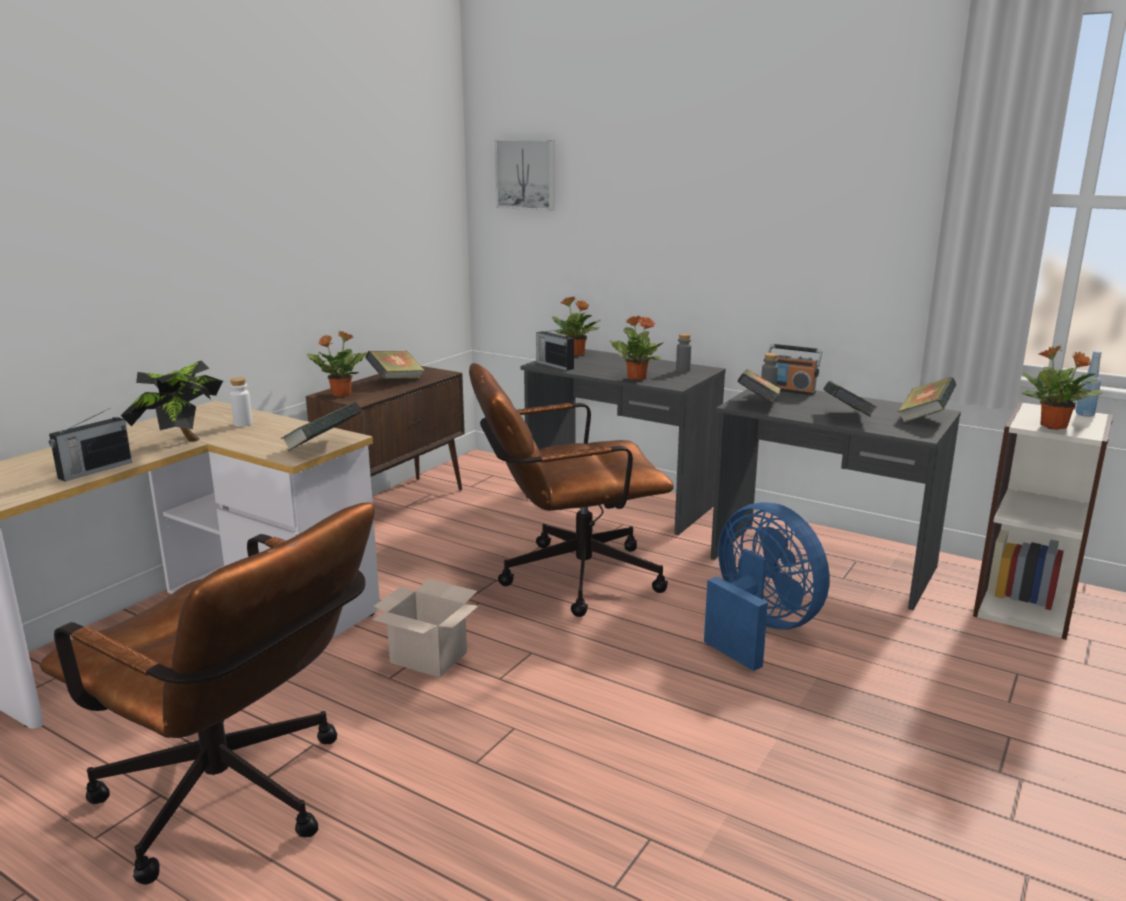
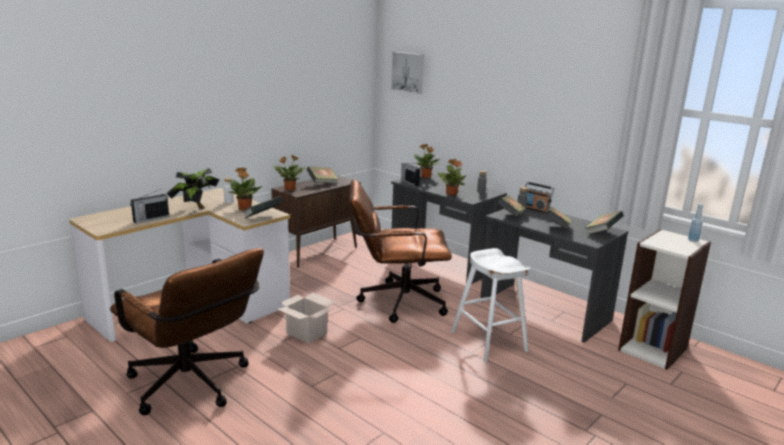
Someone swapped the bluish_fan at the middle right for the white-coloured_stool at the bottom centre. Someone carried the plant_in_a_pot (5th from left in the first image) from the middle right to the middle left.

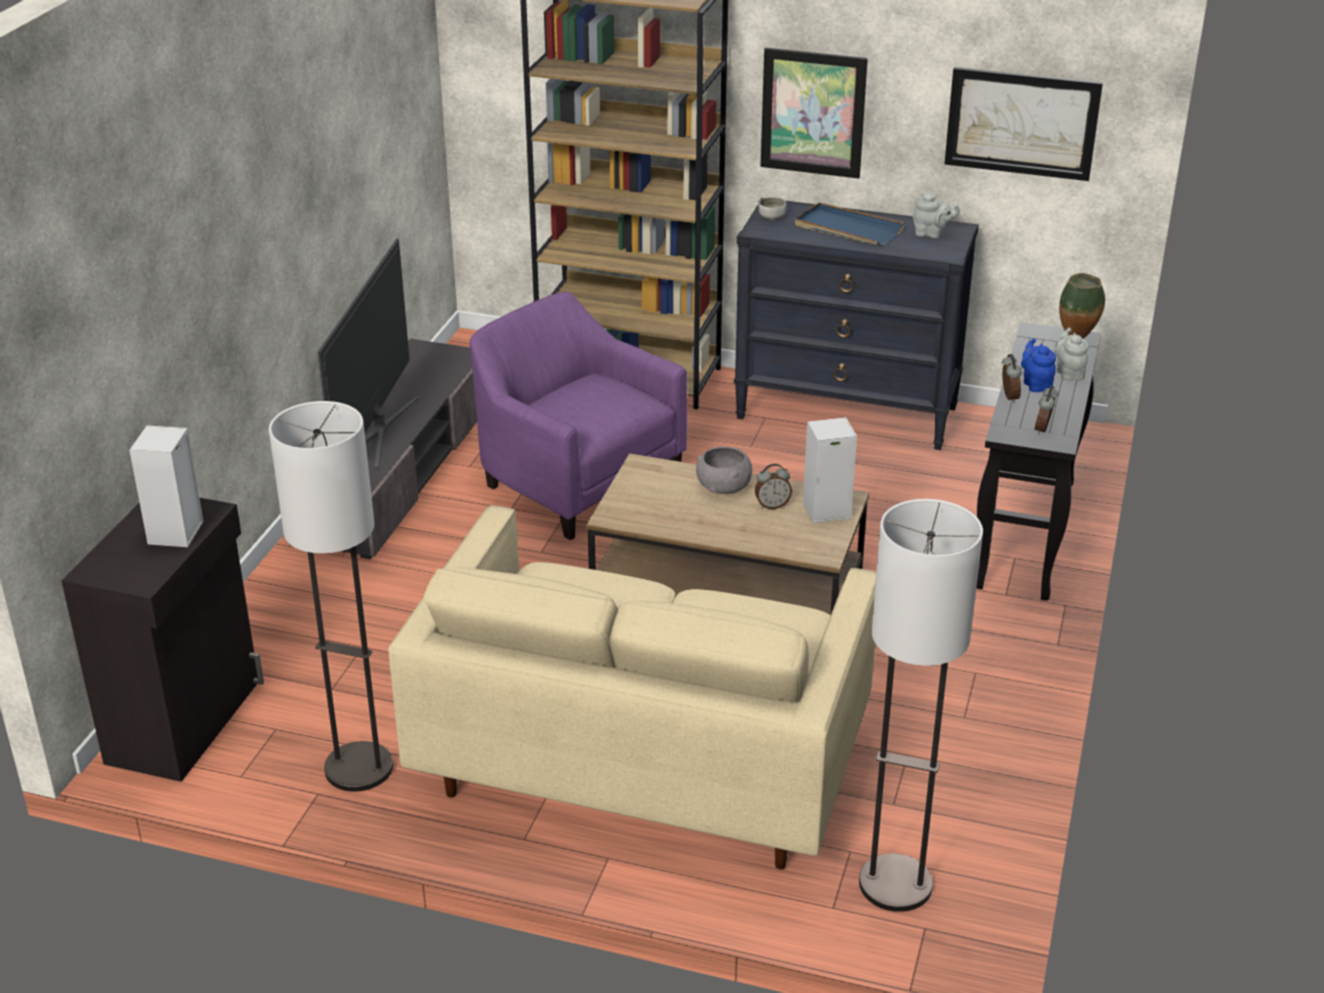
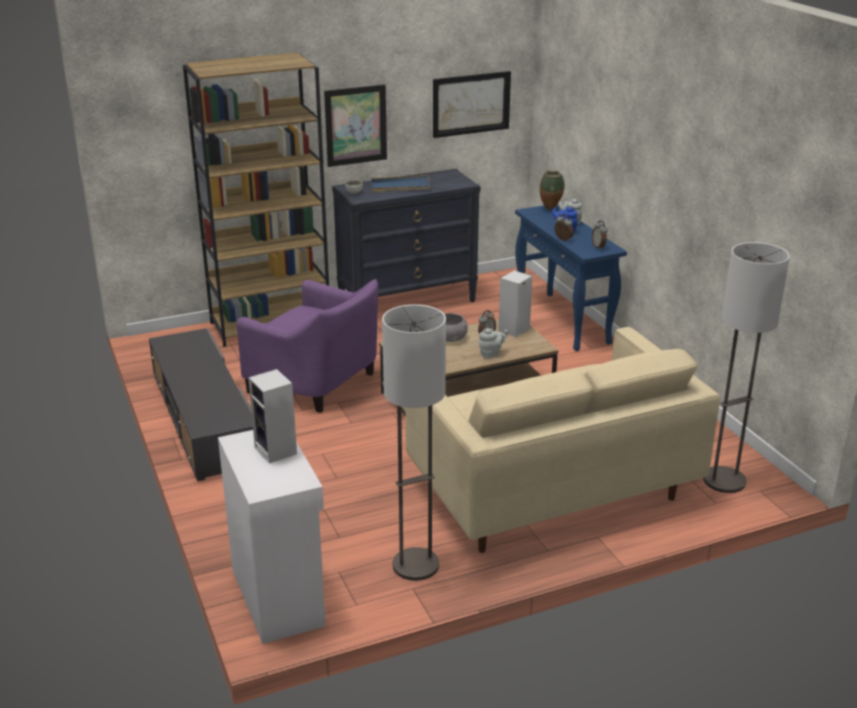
Someone repainted the blackish_cupboard at the middle left, which became the white-coloured_cupboard at the bottom left. Someone took away the television at the middle left. Someone rotated the purplish_easy_chair at the centre by 150 degrees counterclockwise. Someone carried the greyish_tea_pot (1st from left) from the top right to the centre. Someone repainted the blackish_hall_table at the middle right, which became the bluish_hall_table at the centre.

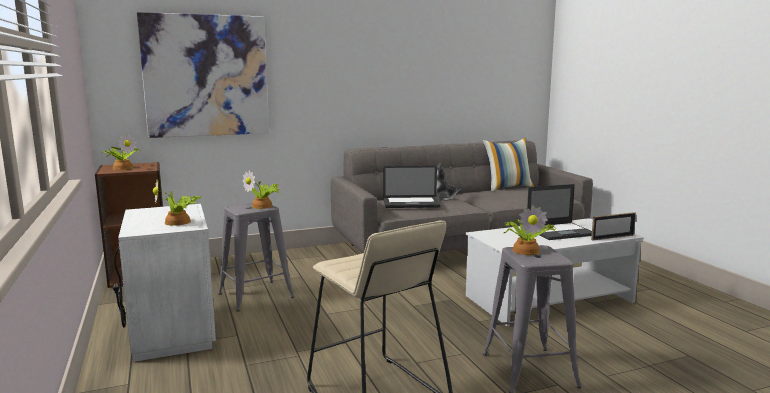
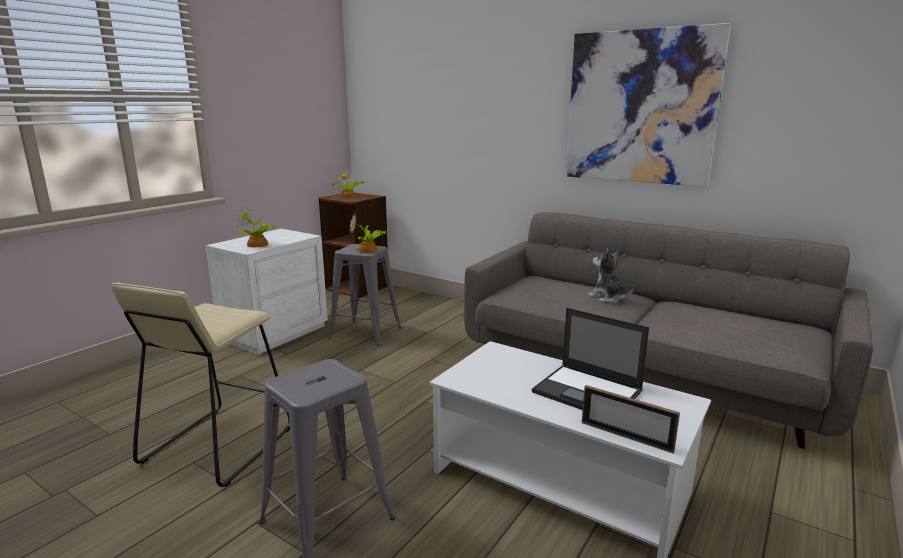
Someone carried the wall_picture from the top left to the top right. Someone took away the portable_computer (1st from left) at the centre. Someone took away the pillow at the centre. Someone took away the plant_in_a_pot (4th from left) at the middle right.

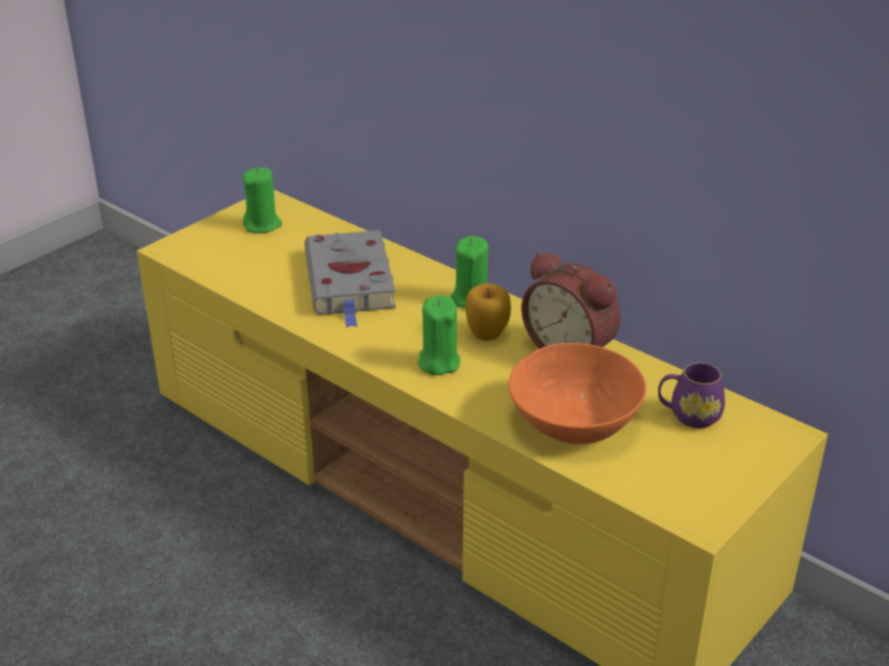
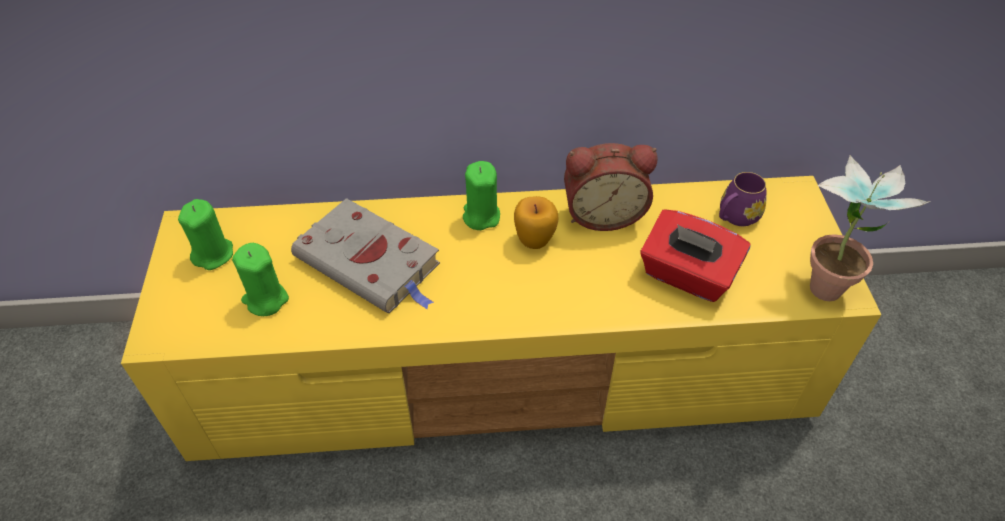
Someone carried the greenish_wax_light (2nd from left) from the centre to the middle left. Someone swapped the orangey_bowl at the centre for the reddish_tissue_holder at the middle right. Someone put down the plant_in_a_pot at the middle right.

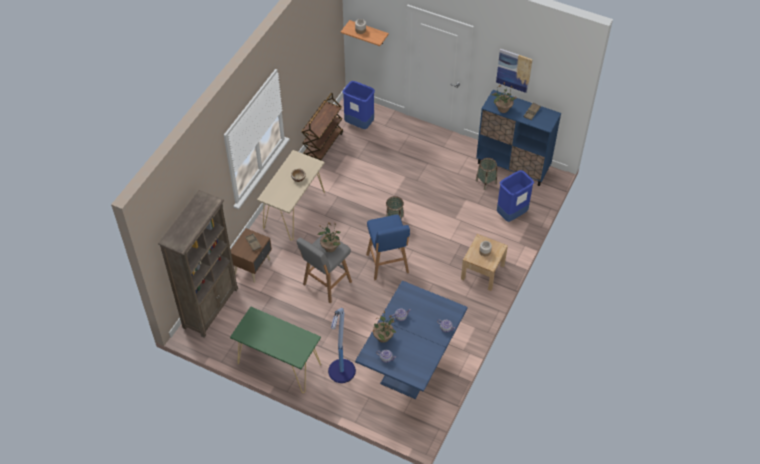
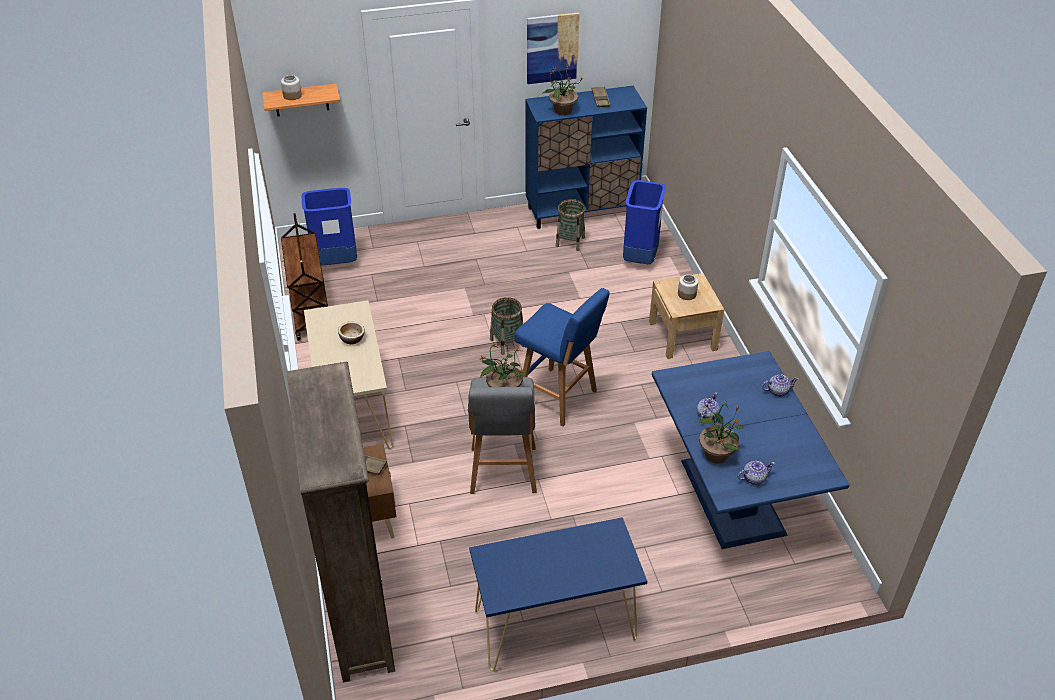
Someone repainted the greenish_hall_table at the bottom centre, which became the bluish_hall_table at the bottom centre. Someone took away the standing_lamp at the bottom centre.

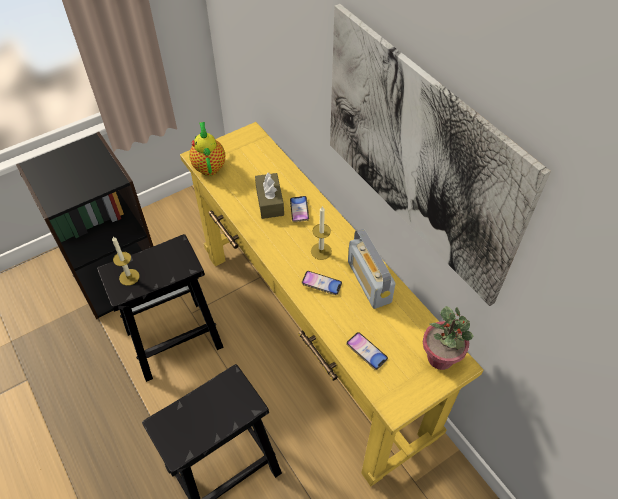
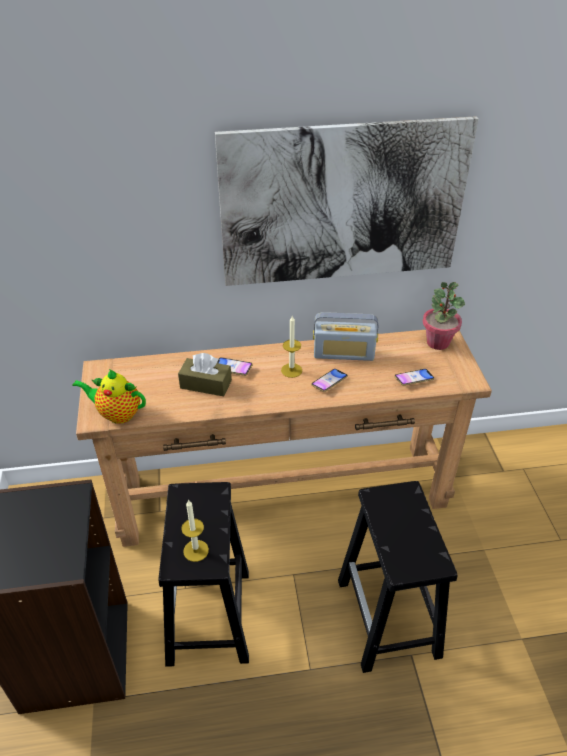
Someone repainted the yellowish_hall_table at the centre, which became the brownish_hall_table at the centre.

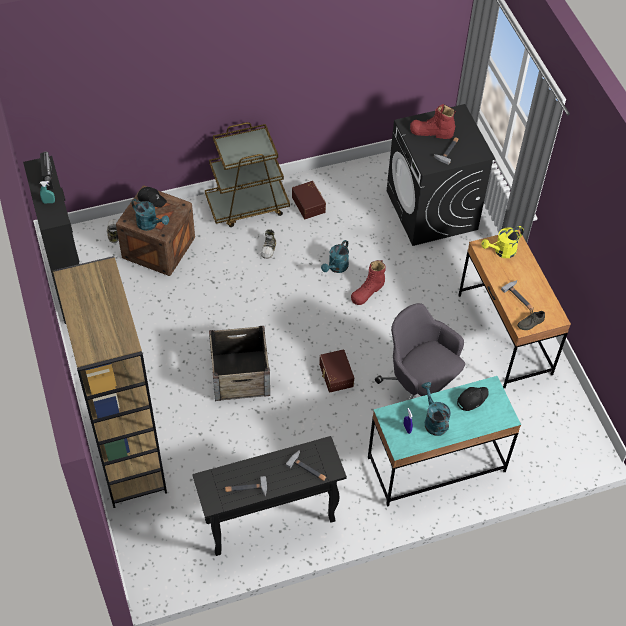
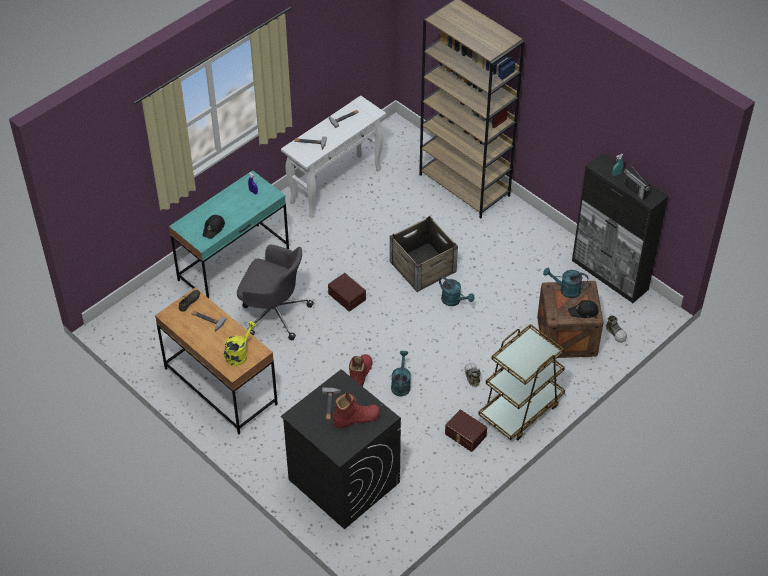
Someone repainted the blackish_hall_table at the bottom centre, which became the white-coloured_hall_table at the top centre. Someone carried the blue-green_watering_can (3rd from left in the first image) from the middle right to the centre.

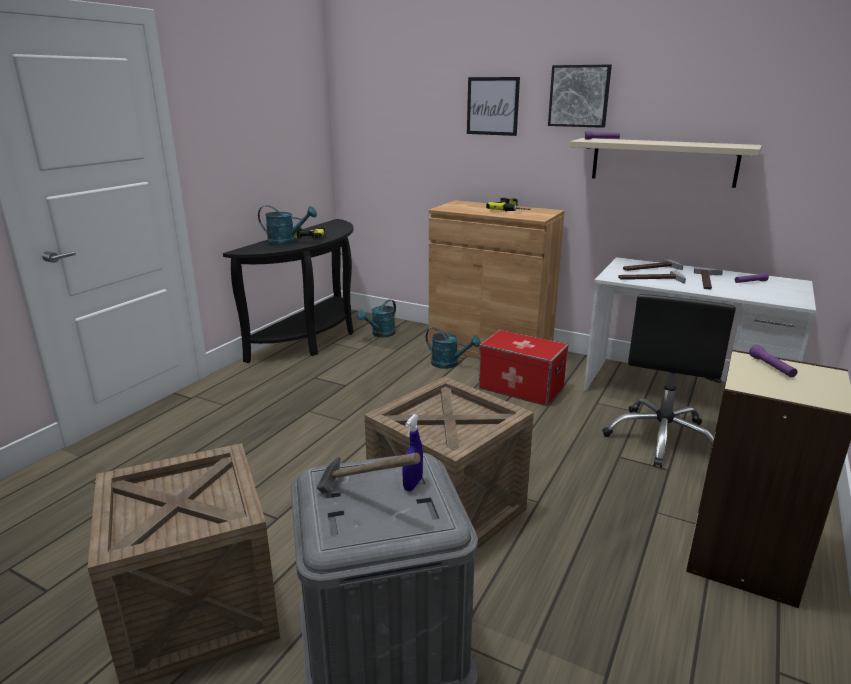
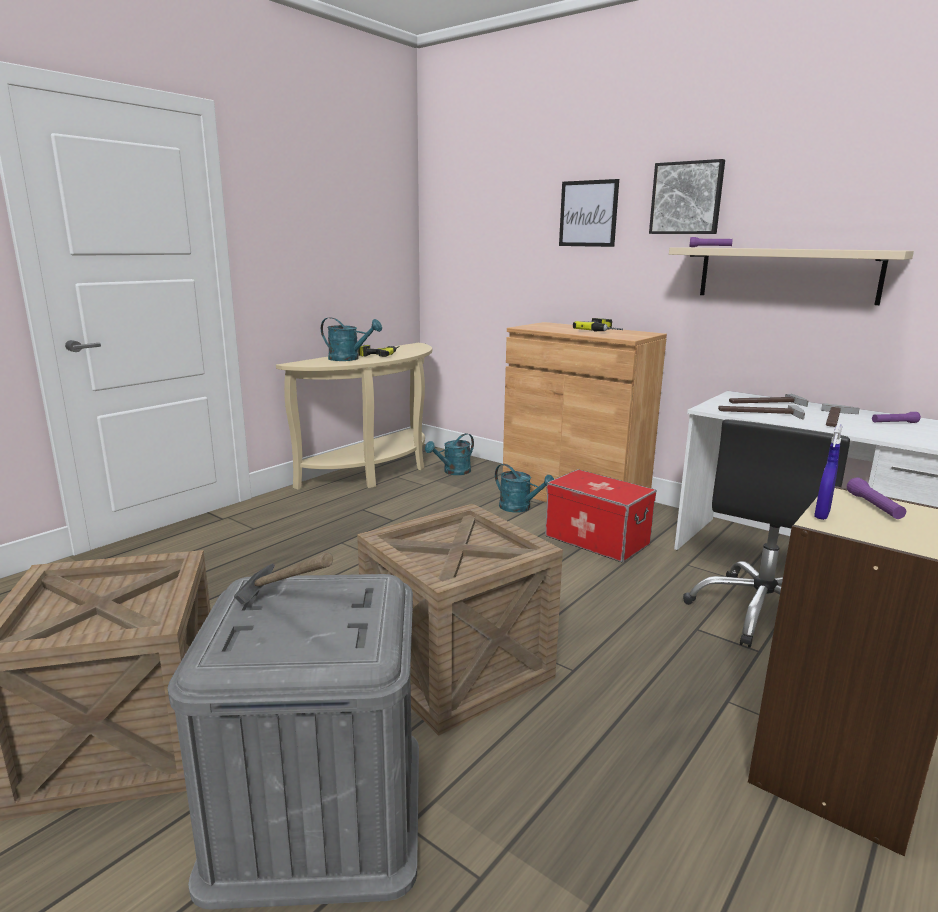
Someone repainted the blackish_hall_table at the centre, which became the beige_hall_table at the centre. Someone carried the bluish_spray_bottle from the centre to the middle right.

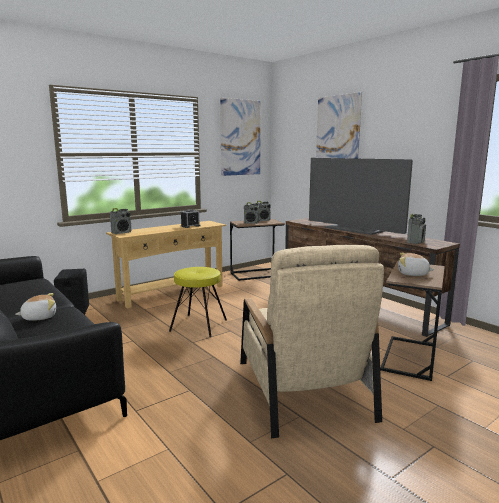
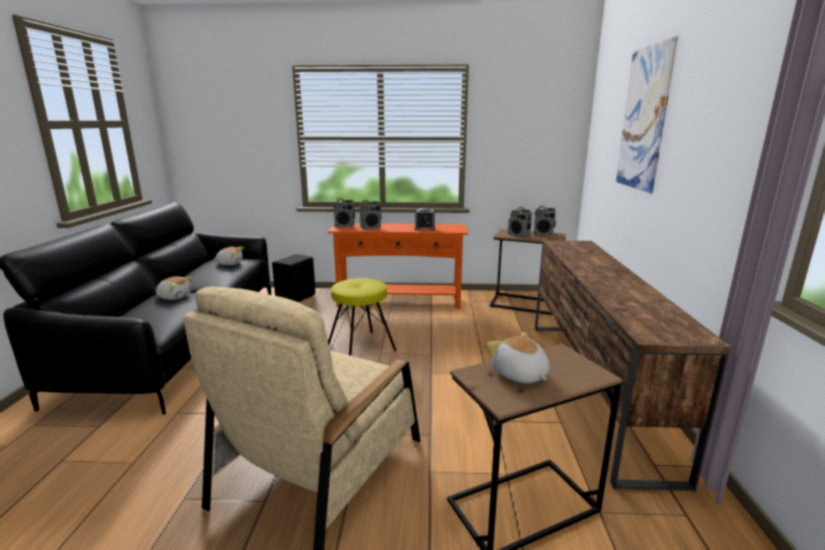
Someone repainted the beige_hall_table at the middle left, which became the orangey_hall_table at the centre. Someone took away the wall_picture (1st from left) at the top centre. Someone took away the television at the middle right. Someone carried the radio_set (4th from left in the first image) from the middle right to the centre. Someone put down the cuddly_toy (2nd from left) at the middle left.

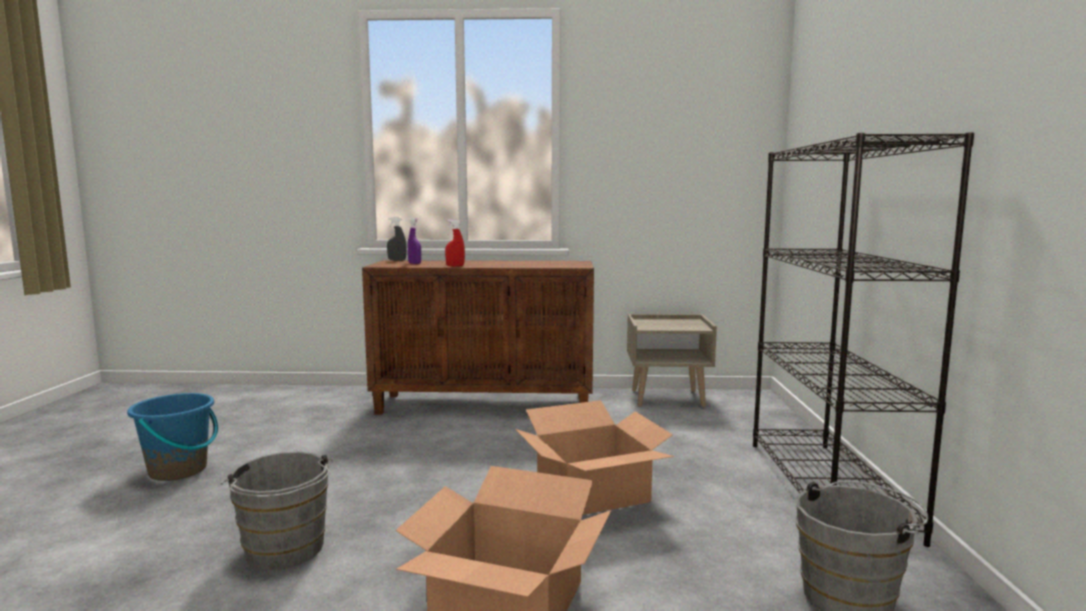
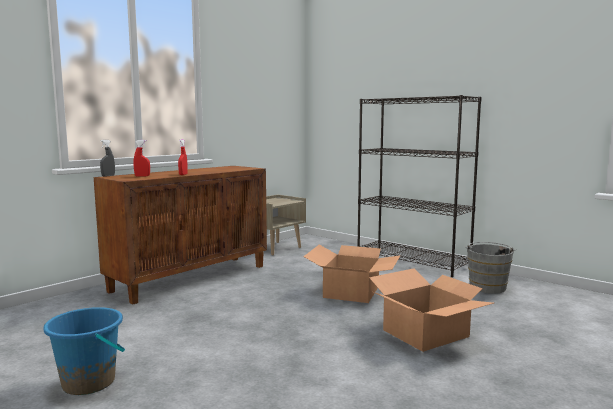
Someone took away the greyish_bucket (1st from left) at the bottom left. Someone repainted the purplish_spray_bottle at the centre, which became the reddish_spray_bottle (1st from left) at the middle left.

